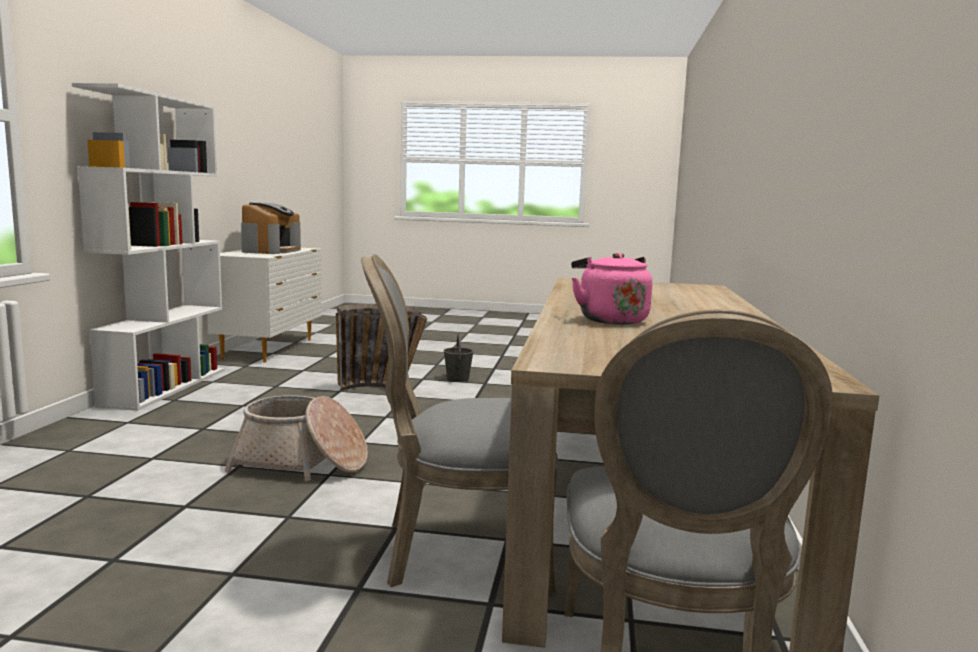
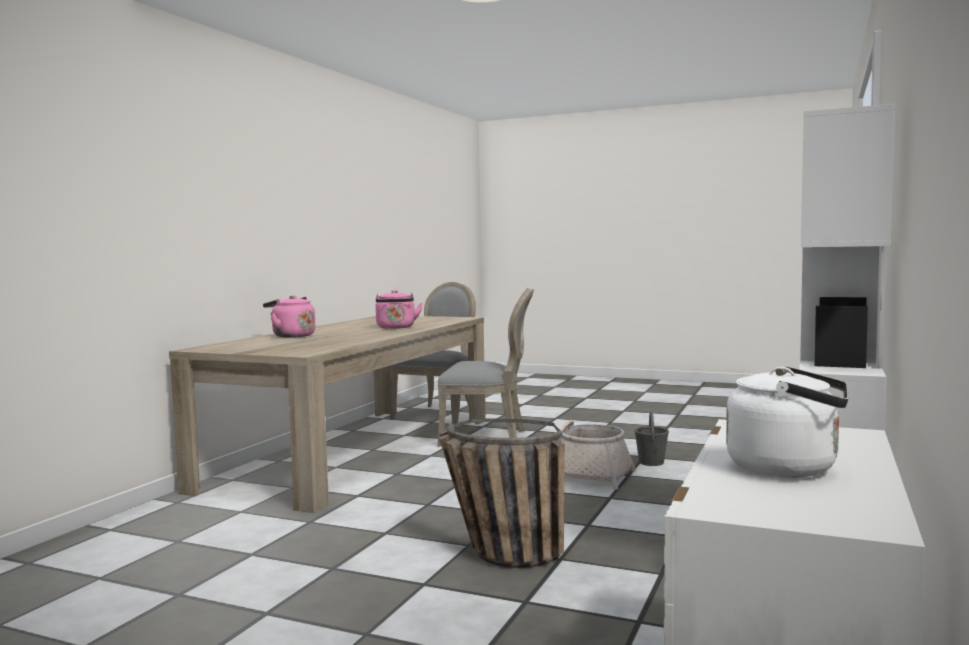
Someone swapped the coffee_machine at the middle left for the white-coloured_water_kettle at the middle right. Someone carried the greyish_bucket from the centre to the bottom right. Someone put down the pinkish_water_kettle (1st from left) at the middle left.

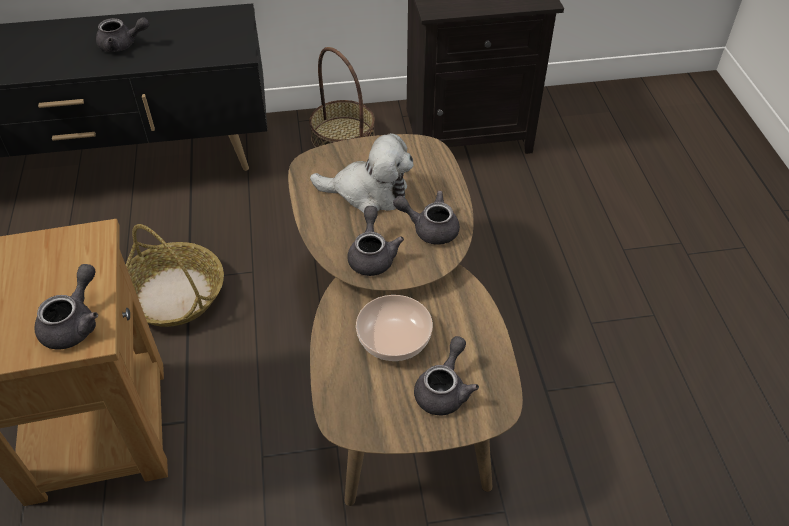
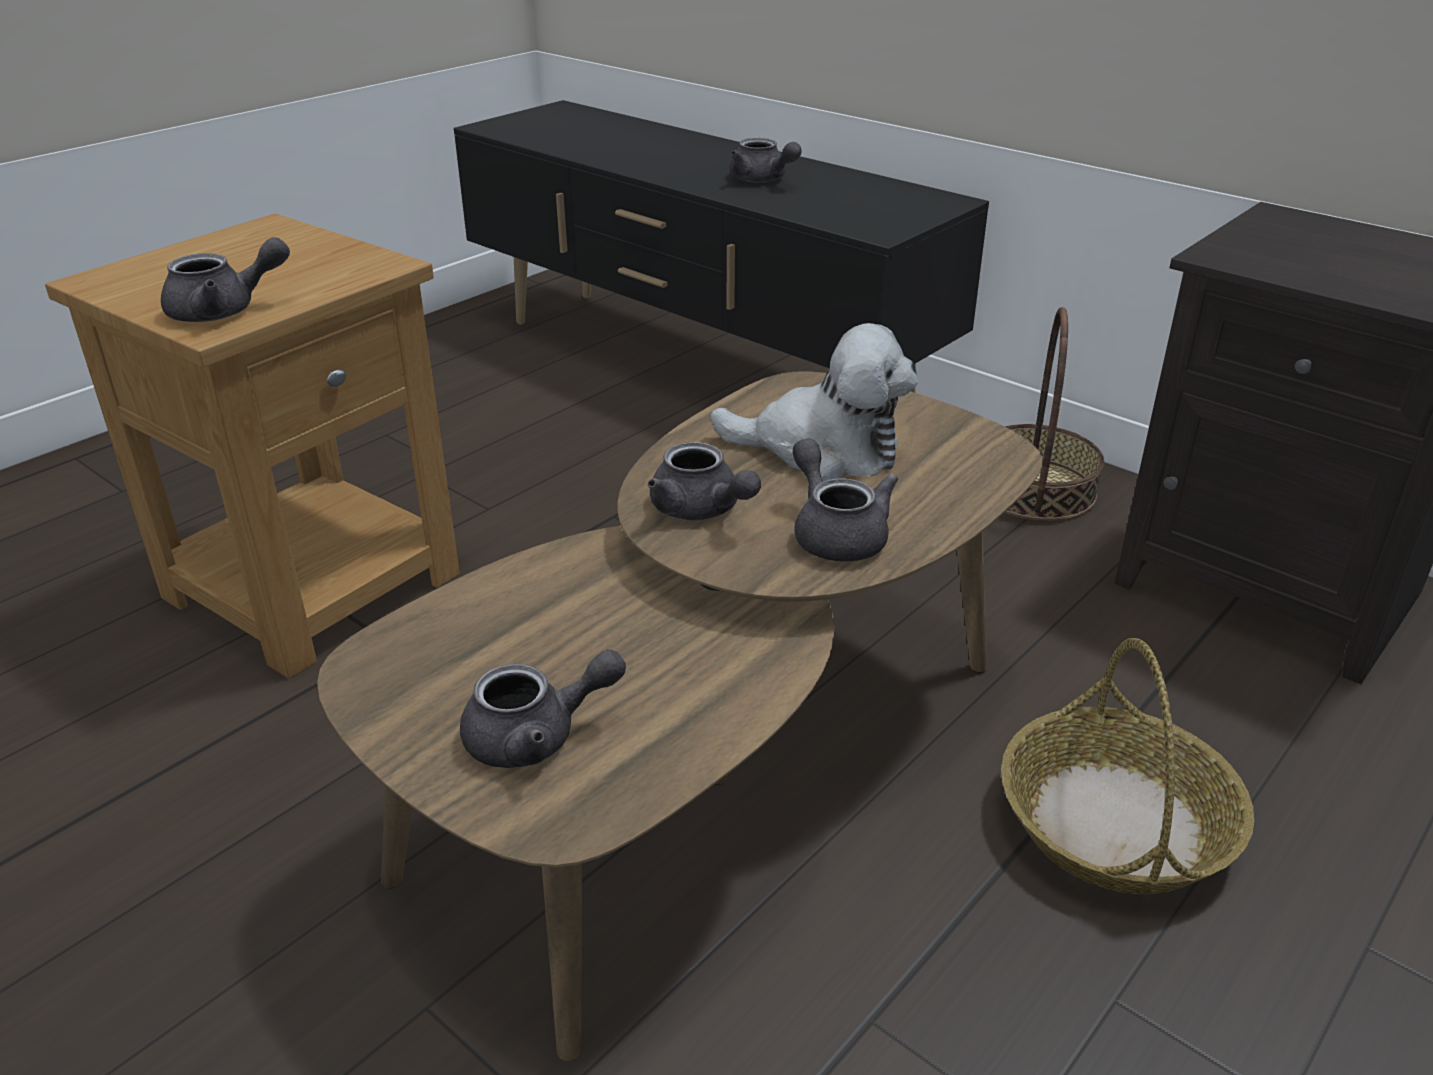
Someone carried the household_basket (1st from left in the first image) from the middle left to the bottom right. Someone rotated the cuddly_toy at the top centre by 45 degrees counterclockwise. Someone rotated the greyish_tea_pot (3rd from left) at the centre by 90 degrees clockwise. Someone took away the bowl at the centre.

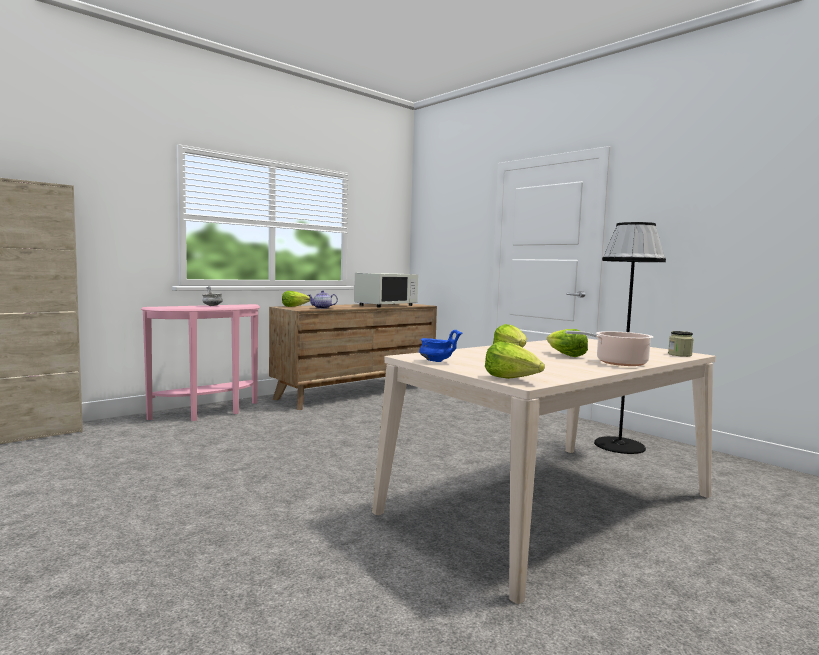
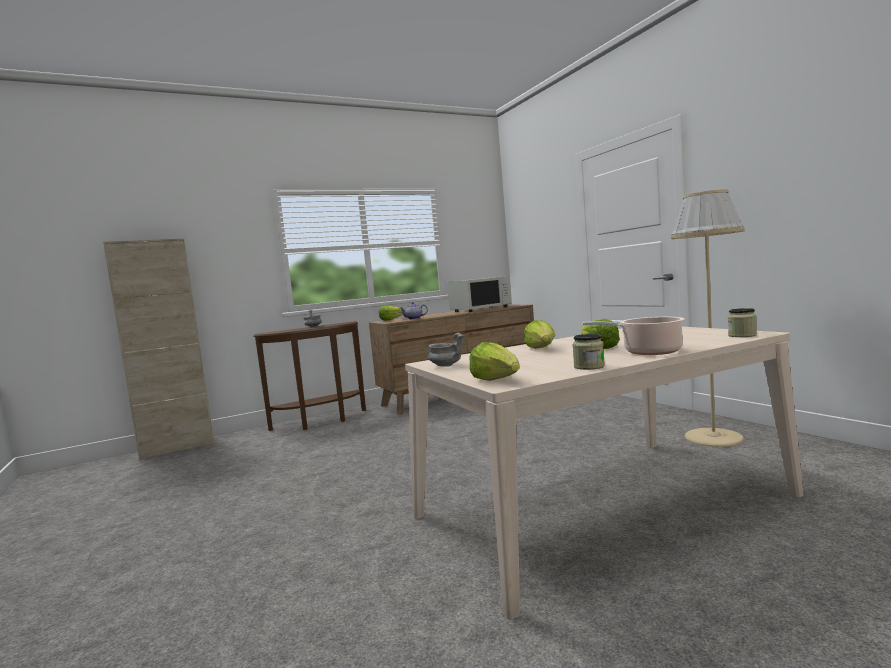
Someone repainted the pinkish_hall_table at the middle left, which became the brownish_hall_table at the centre. Someone repainted the bluish_bowl at the centre, which became the greyish_bowl (2nd from left) at the centre. Someone repainted the blackish_standing_lamp at the middle right, which became the beige_standing_lamp at the middle right. Someone put down the storage_jar (1st from left) at the centre.

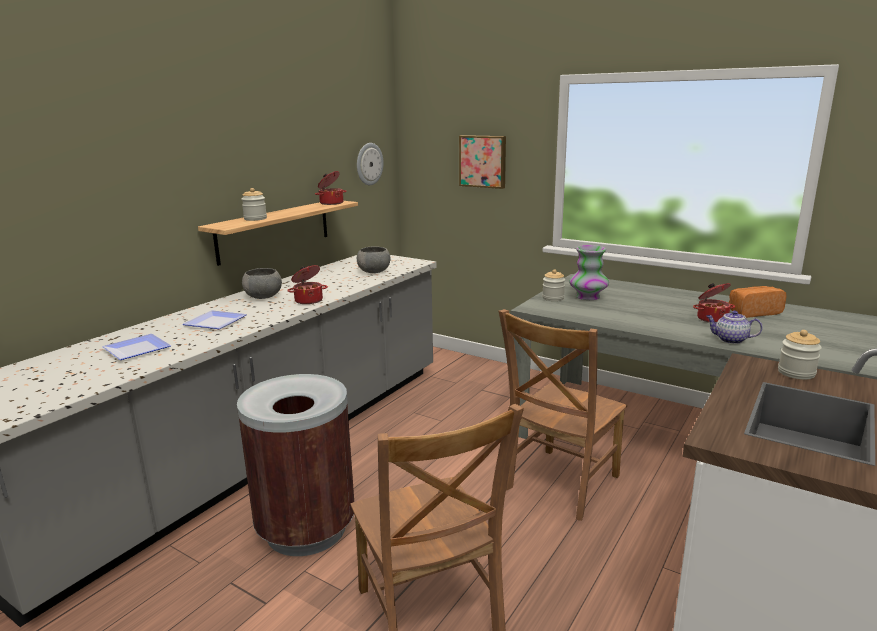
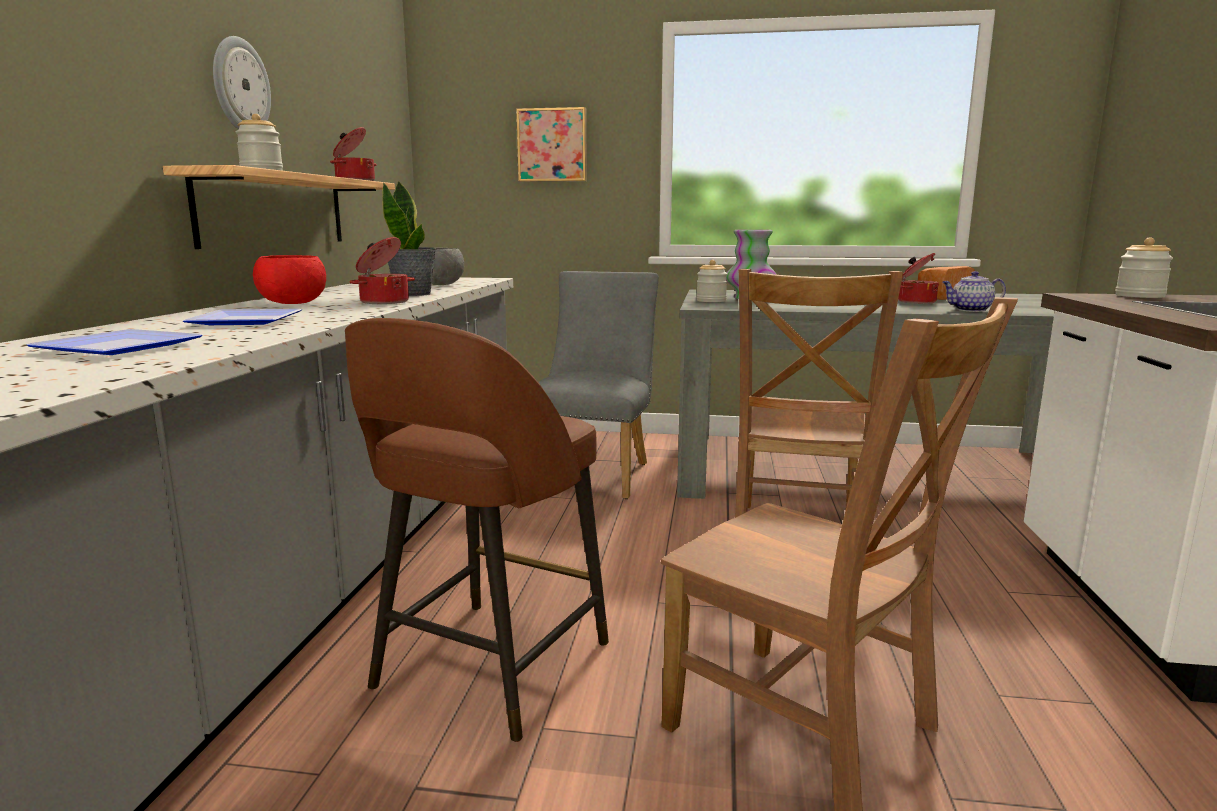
Someone swapped the brownish_waste_bin at the bottom centre for the brownish_stool at the centre. Someone repainted the greyish_bowl (1st from left) at the middle left, which became the reddish_bowl at the middle left. Someone carried the hanging_clock from the top centre to the top left. Someone put down the plant_in_a_pot at the top centre. Someone put down the greyish_chair at the centre.

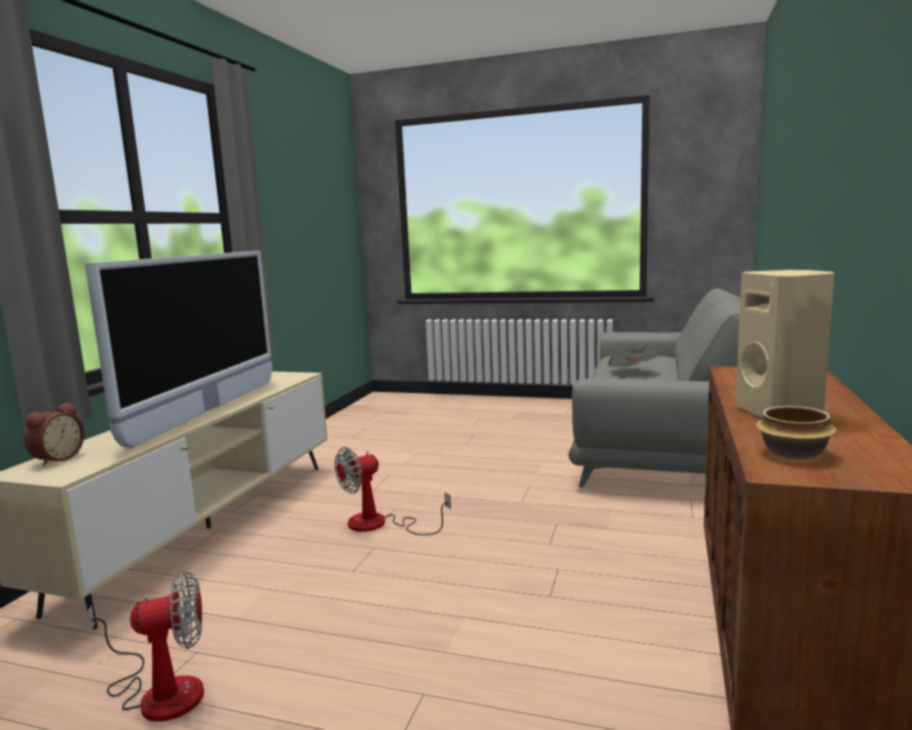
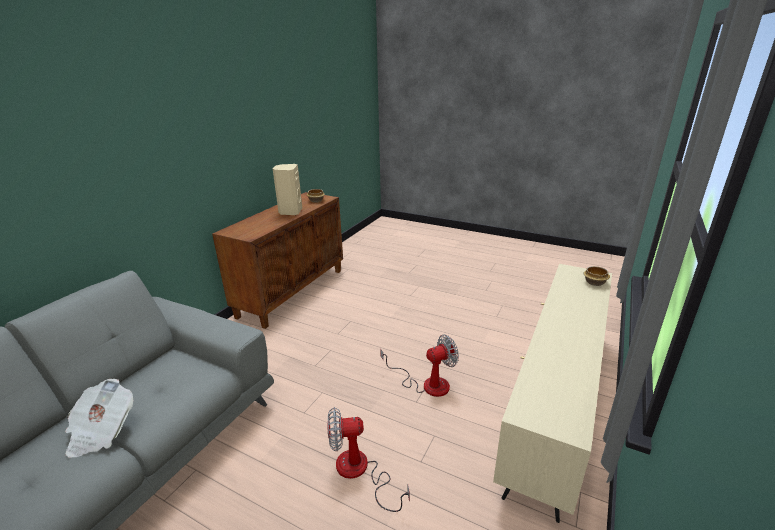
Someone swapped the alarm_clock at the middle left for the bowl (2nd from left) at the middle right. Someone took away the television at the middle left. Someone carried the fan (1st from left) from the bottom left to the bottom centre.

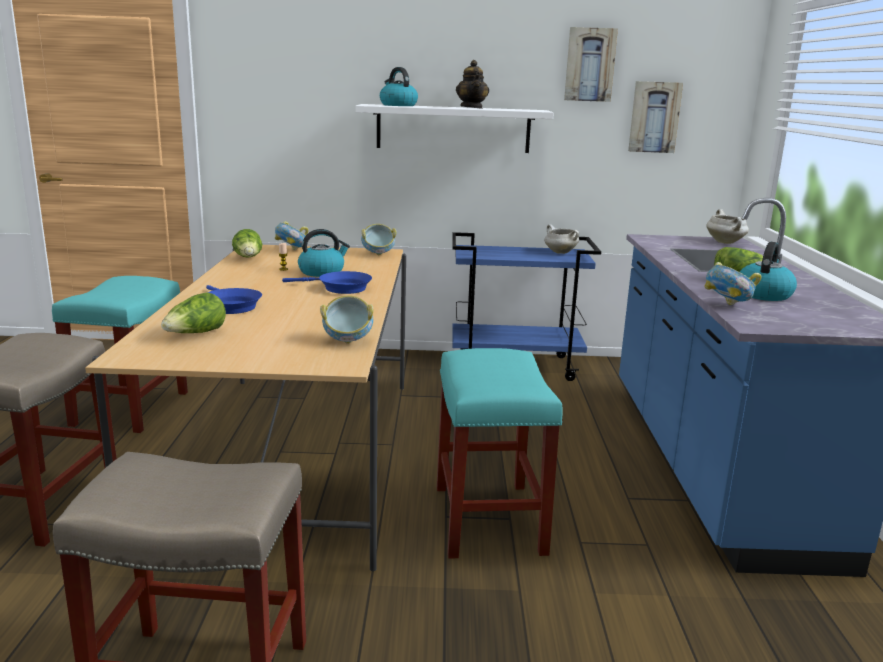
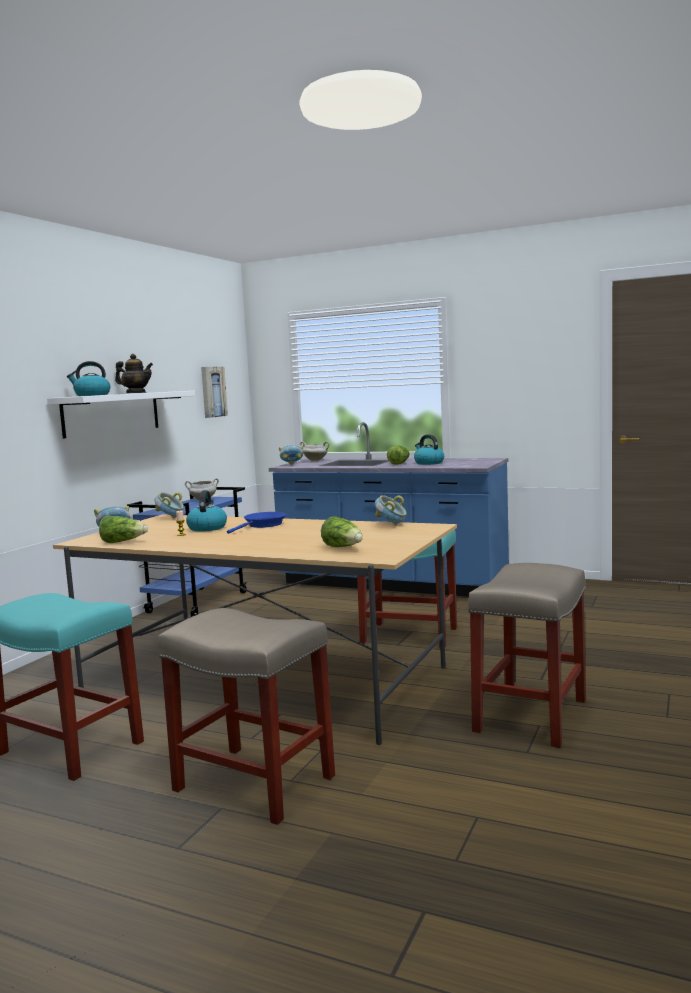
Someone took away the bluish_frying_pan (1st from left) at the middle left. Someone took away the wall_picture (1st from left) at the top right. Someone carried the bowl (4th from left in the first image) from the middle right to the centre.

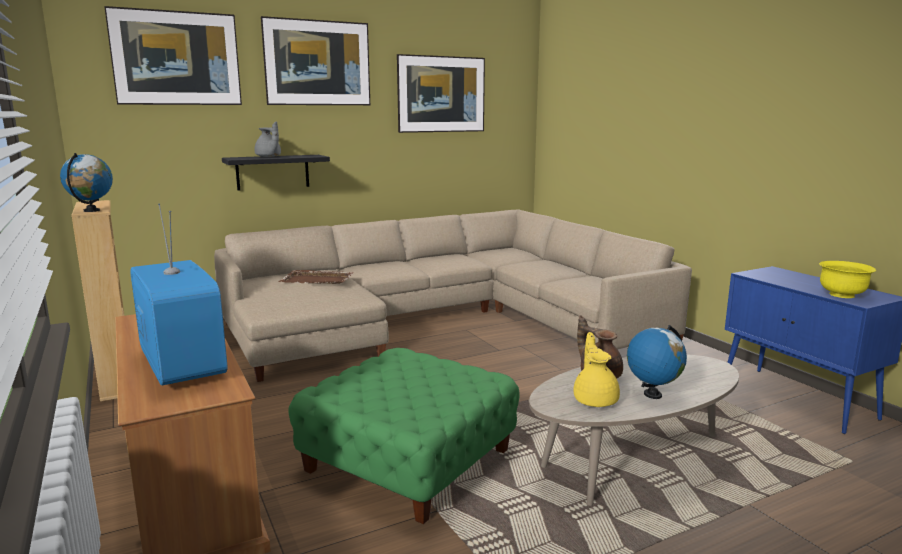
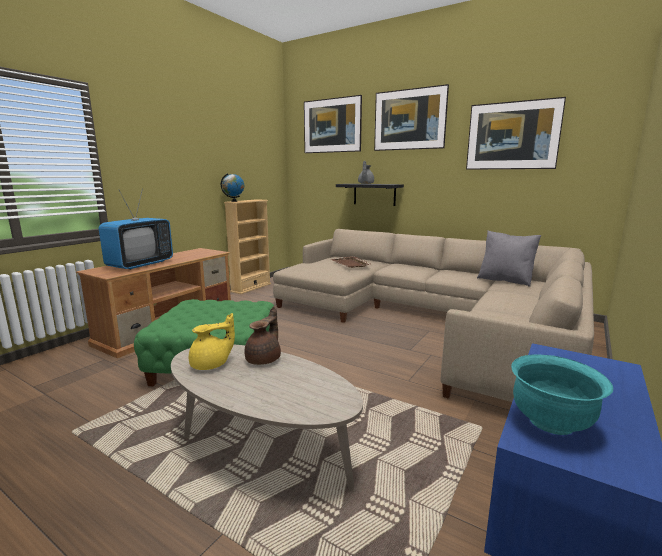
Someone took away the desk_globe (2nd from left) at the middle right. Someone repainted the yellowish_bowl at the middle right, which became the blue-green_bowl at the bottom right. Someone put down the greyish_pillow at the middle right.

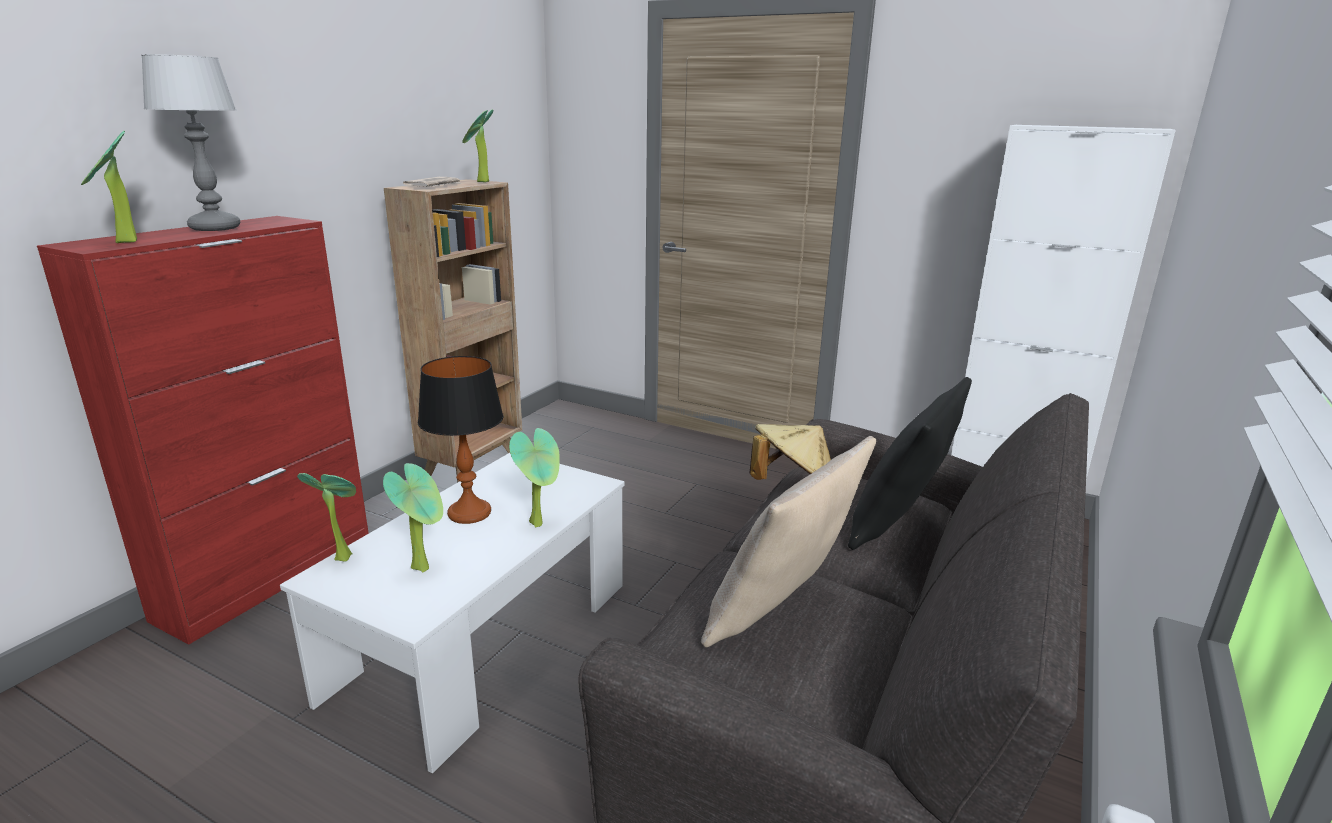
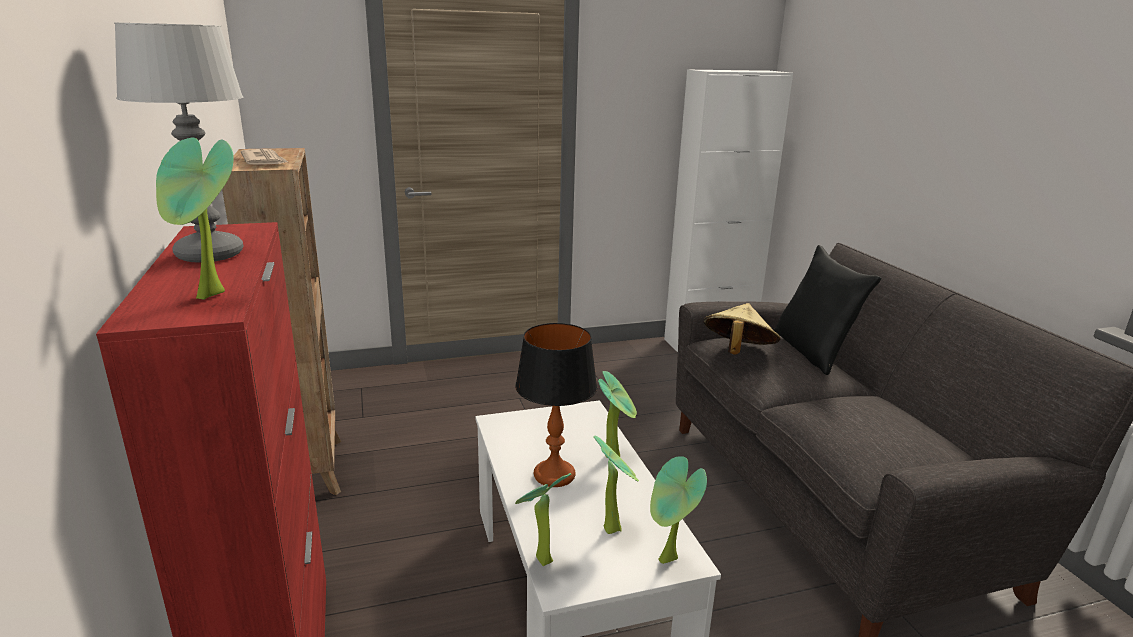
Someone carried the plant_in_a_pot (4th from left in the first image) from the top centre to the bottom centre. Someone took away the beige_pillow at the centre.

